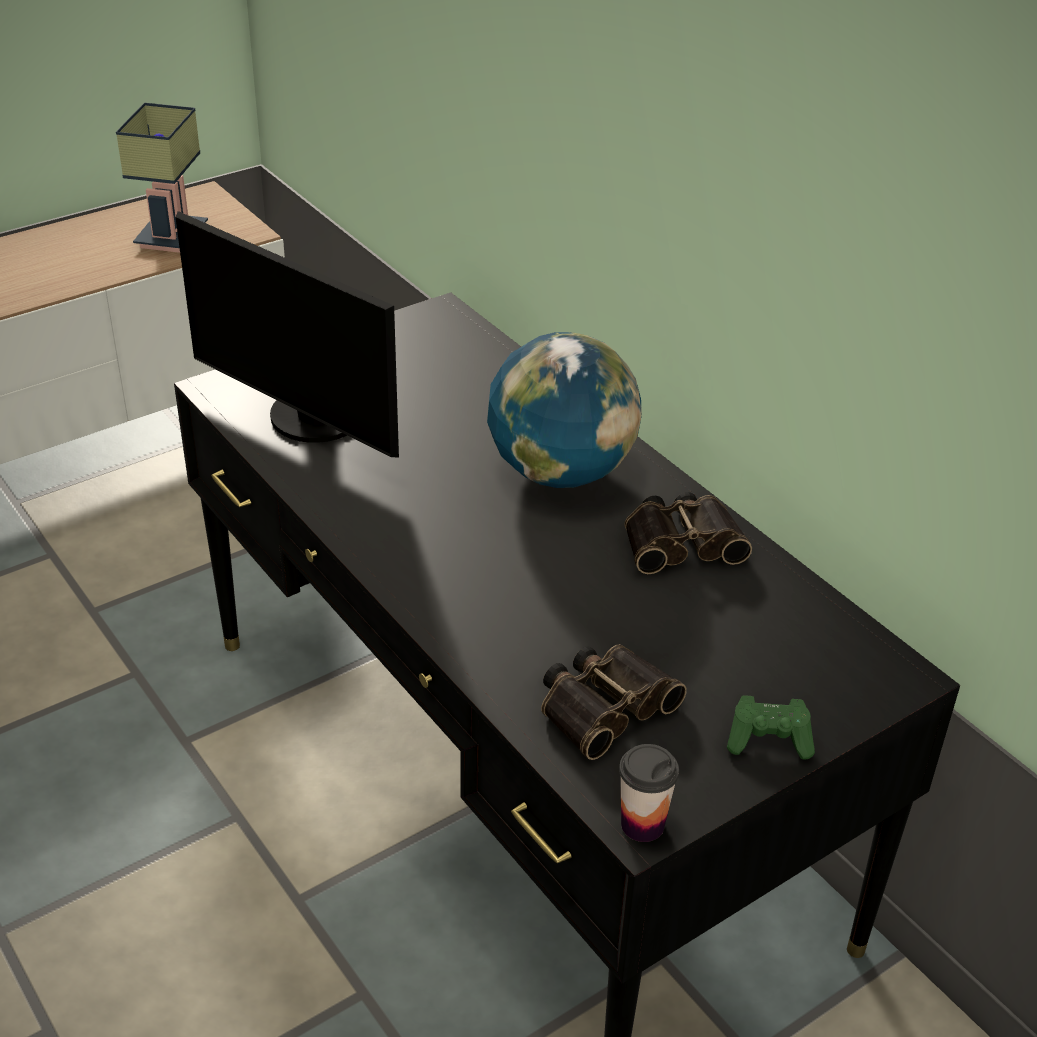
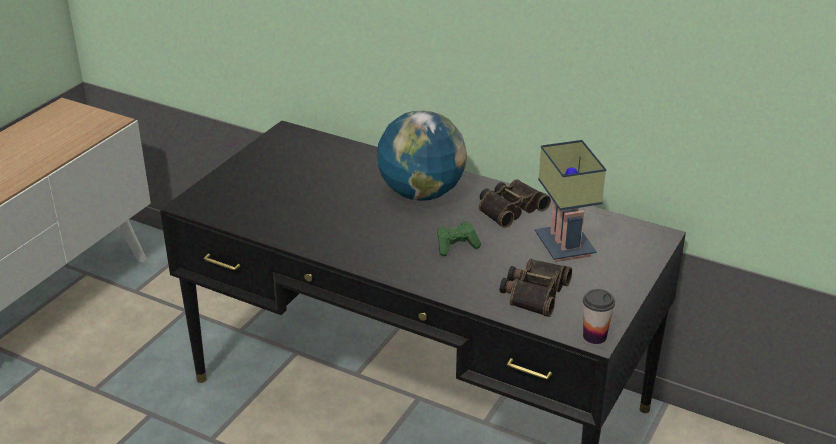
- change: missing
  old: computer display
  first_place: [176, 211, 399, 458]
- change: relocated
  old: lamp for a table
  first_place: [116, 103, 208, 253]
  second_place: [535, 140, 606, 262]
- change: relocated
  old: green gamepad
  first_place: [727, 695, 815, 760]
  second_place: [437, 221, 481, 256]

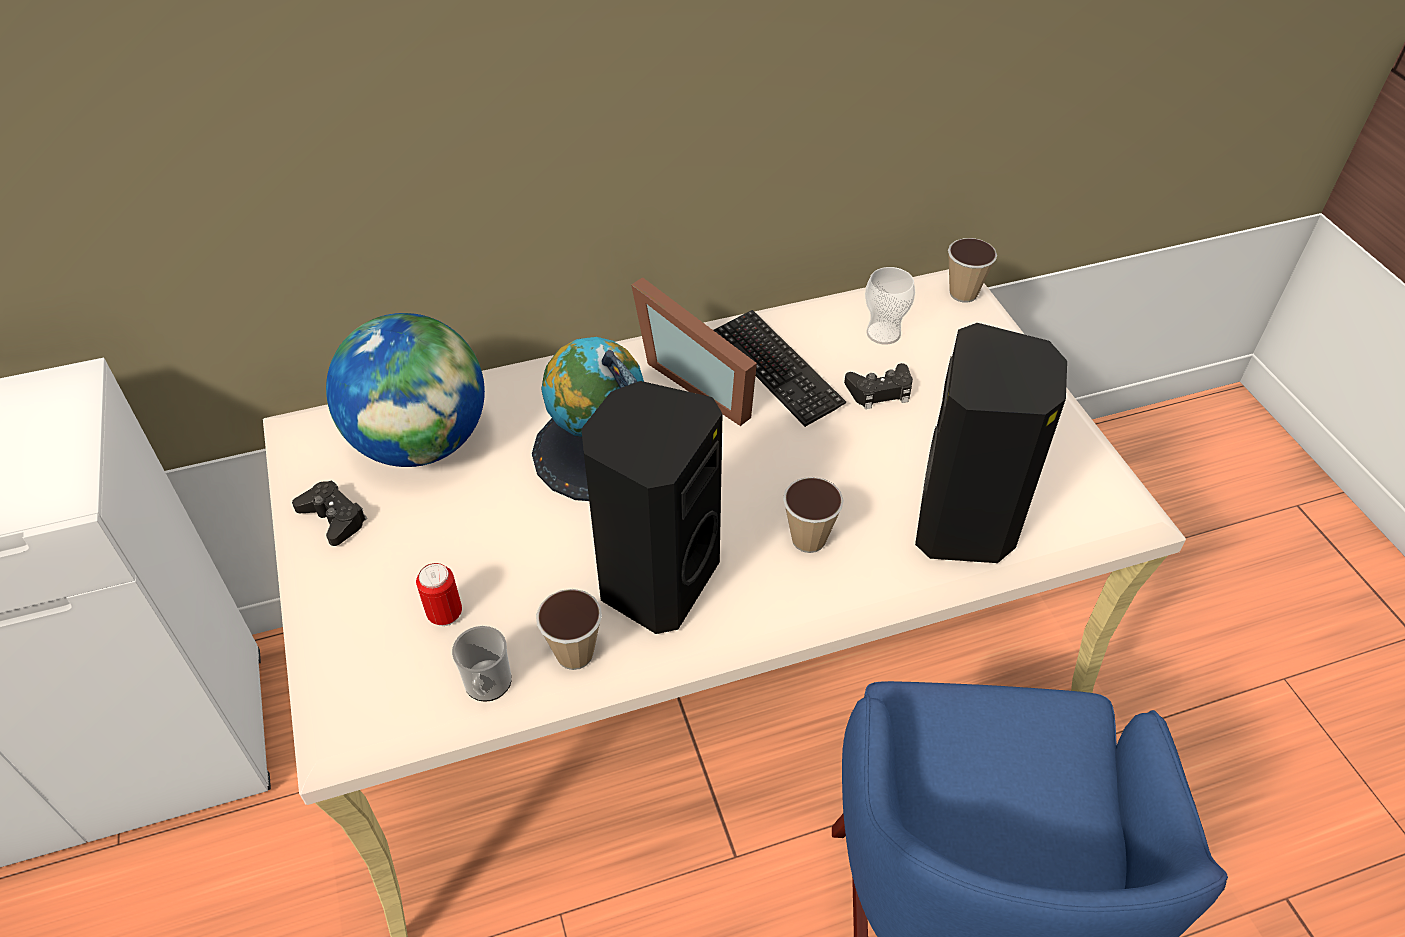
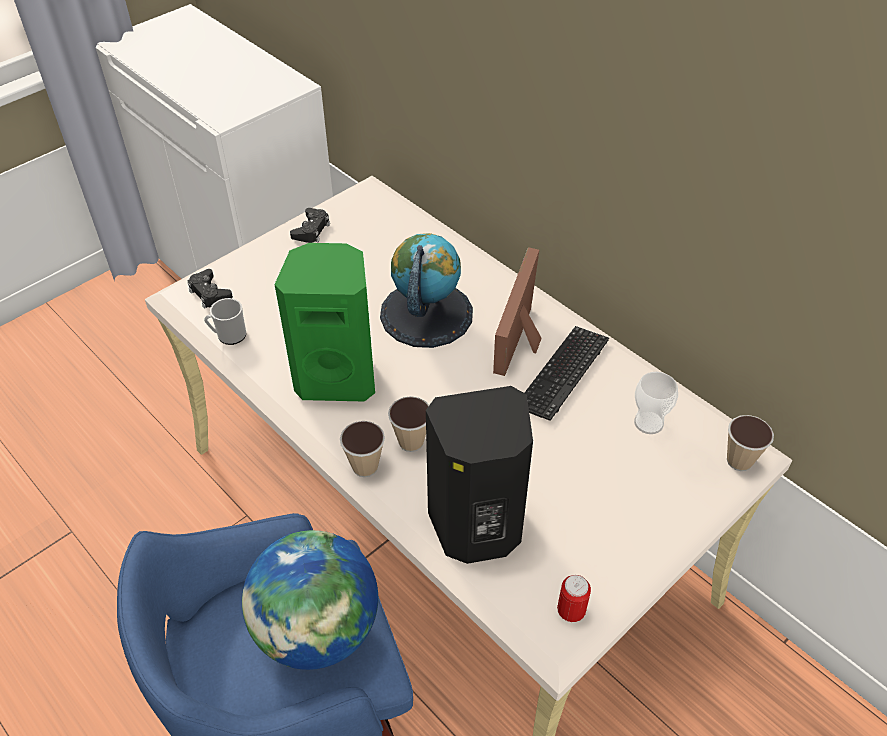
- change: relocated
  old: desk globe
  first_place: [326, 313, 485, 467]
  second_place: [242, 530, 378, 670]
- change: relocated
  old: sealed can
  first_place: [416, 563, 462, 626]
  second_place: [557, 575, 591, 622]
- change: relocated
  old: drinking cup
  first_place: [536, 589, 602, 670]
  second_place: [340, 421, 385, 477]
- change: relocated
  old: blackish gamepad
  first_place: [844, 363, 913, 409]
  second_place: [188, 269, 233, 309]
- change: colour
  old: blackish speaker
  new: green speaker
  first_place: [581, 381, 722, 634]
  second_place: [275, 243, 375, 402]

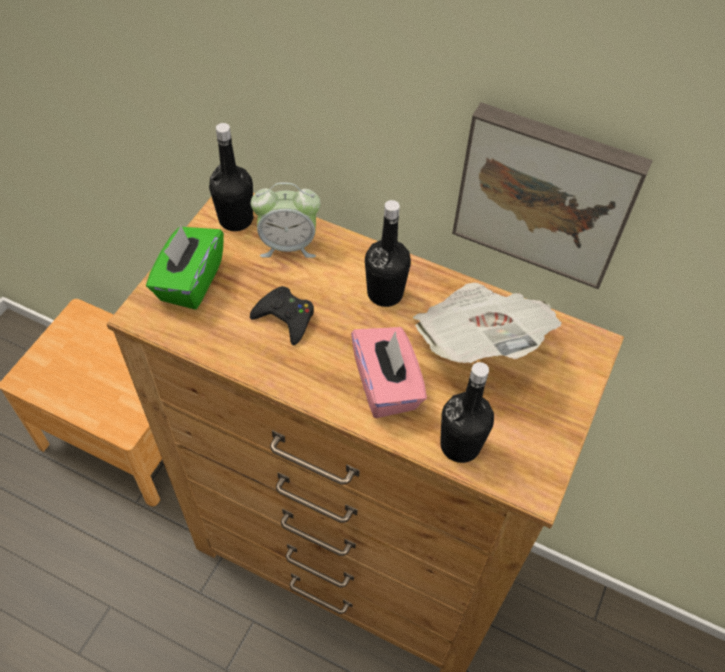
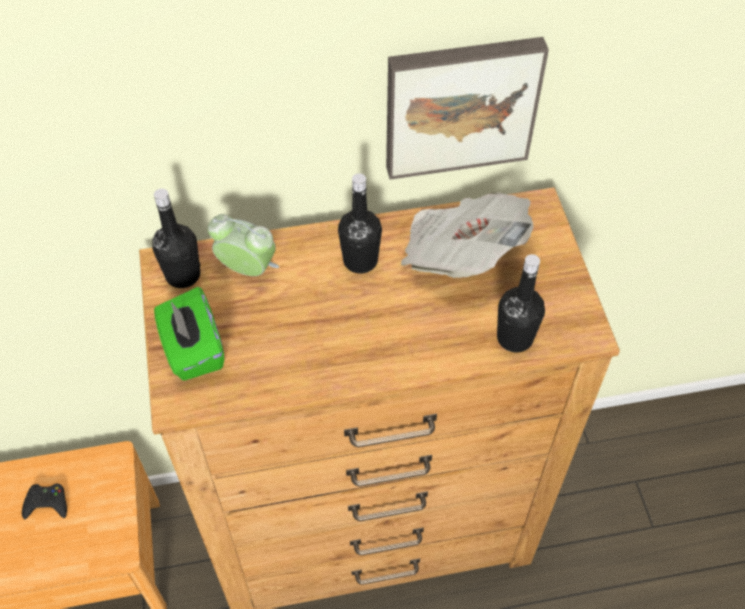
- change: missing
  old: pink tissue holder
  first_place: [351, 327, 427, 418]
- change: relocated
  old: blackish gamepad
  first_place: [250, 286, 314, 345]
  second_place: [22, 484, 67, 519]
- change: spun
  old: table clock
  first_place: [251, 182, 321, 258]
  second_place: [208, 214, 279, 276]
  degrees: -120

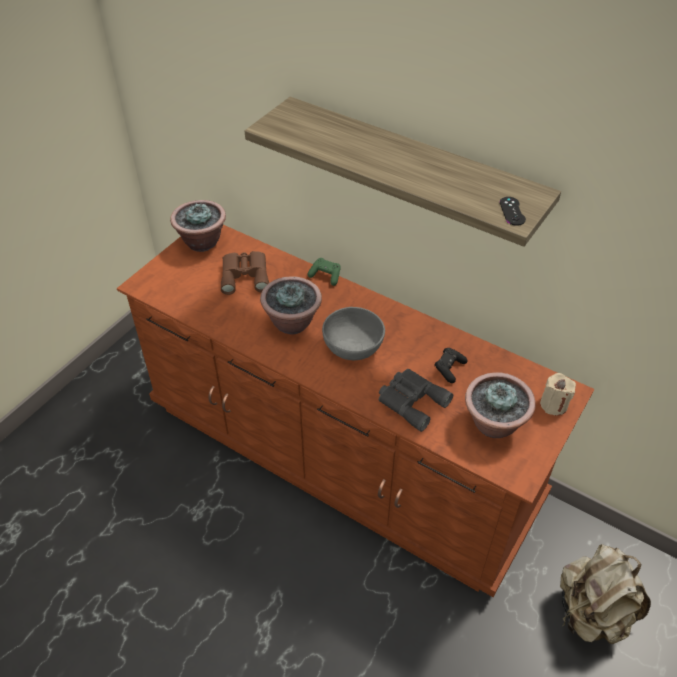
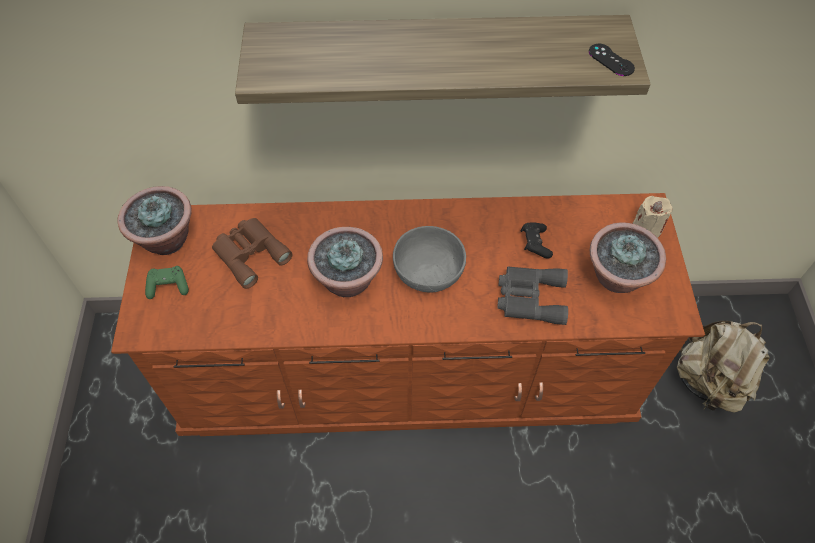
- change: relocated
  old: green gamepad
  first_place: [308, 258, 341, 286]
  second_place: [145, 266, 189, 299]

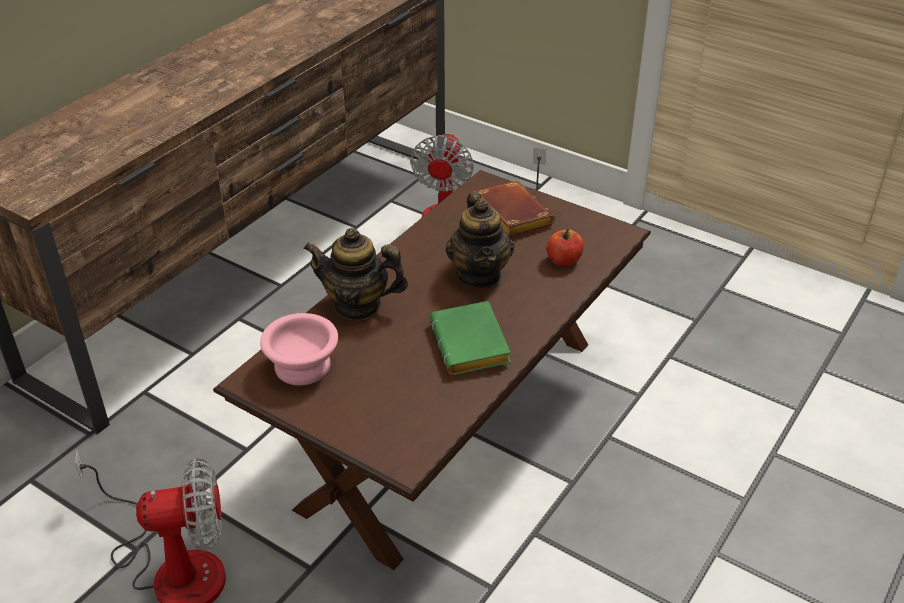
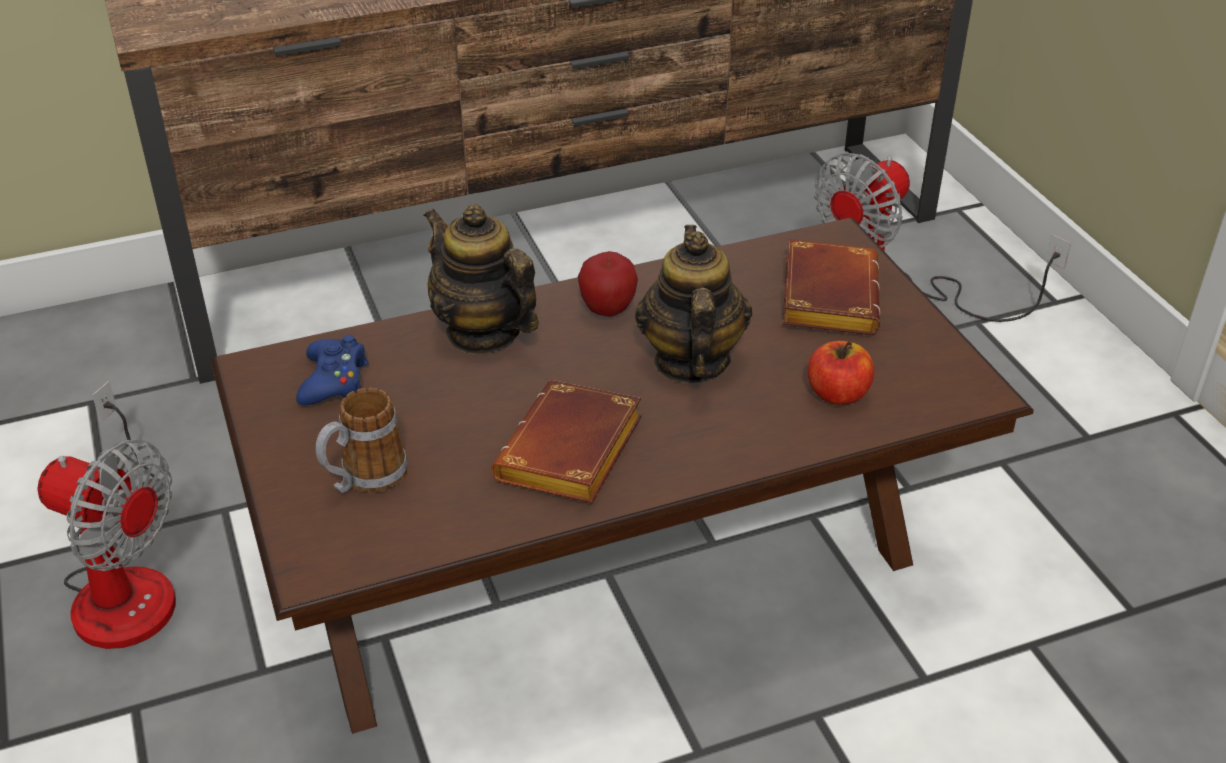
- change: appeared
  new: tea mug
  second_place: [316, 388, 408, 493]
- change: appeared
  new: whole apple
  second_place: [578, 251, 638, 317]
- change: exchanged
  old: pink serving bowl
  new: bluish gamepad
  first_place: [260, 313, 338, 385]
  second_place: [296, 335, 369, 405]
- change: colour
  old: green volume
  new: brown-coloured volume
  first_place: [430, 301, 511, 375]
  second_place: [491, 380, 642, 503]
- change: spun
  old: tea pot
  first_place: [445, 192, 514, 288]
  second_place: [635, 225, 752, 383]
  degrees: 150

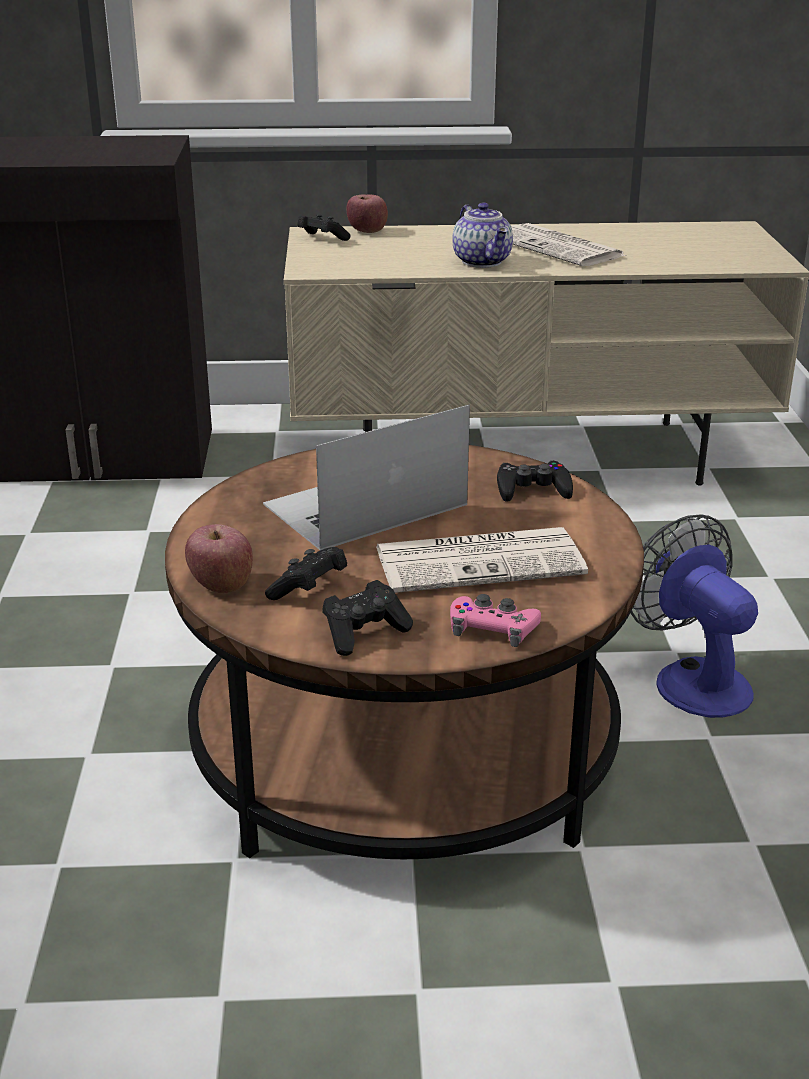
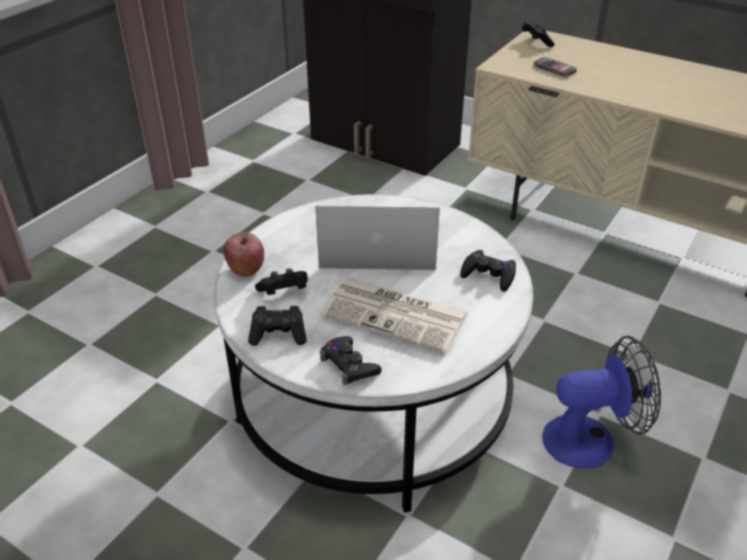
- change: missing
  old: whole apple
  first_place: [347, 194, 388, 233]
- change: missing
  old: tea pot
  first_place: [452, 202, 513, 268]
- change: missing
  old: printed paper
  first_place: [511, 223, 626, 266]
- change: appeared
  new: handset
  second_place: [533, 57, 577, 77]
- change: colour
  old: brown-coloured lounge table
  new: whitish lounge table
  first_place: [165, 445, 644, 859]
  second_place: [214, 194, 533, 513]
- change: colour
  old: pink gamepad
  new: blackish gamepad
  first_place: [450, 594, 541, 647]
  second_place: [319, 336, 381, 385]
- change: spun
  old: electric fan
  first_place: [631, 514, 758, 718]
  second_place: [542, 336, 661, 468]
  degrees: 75

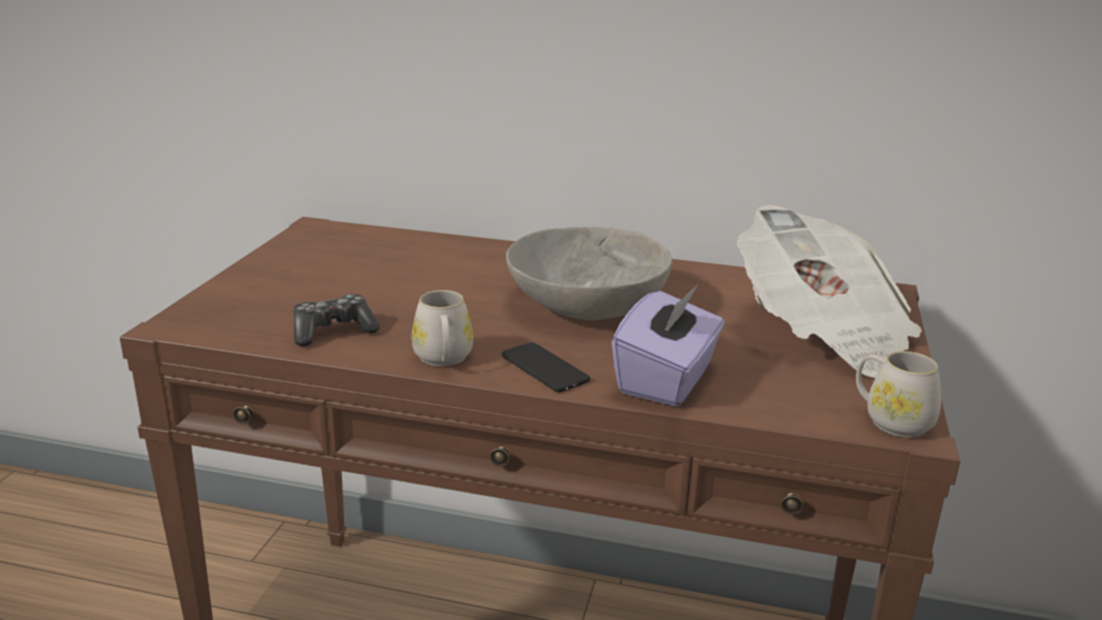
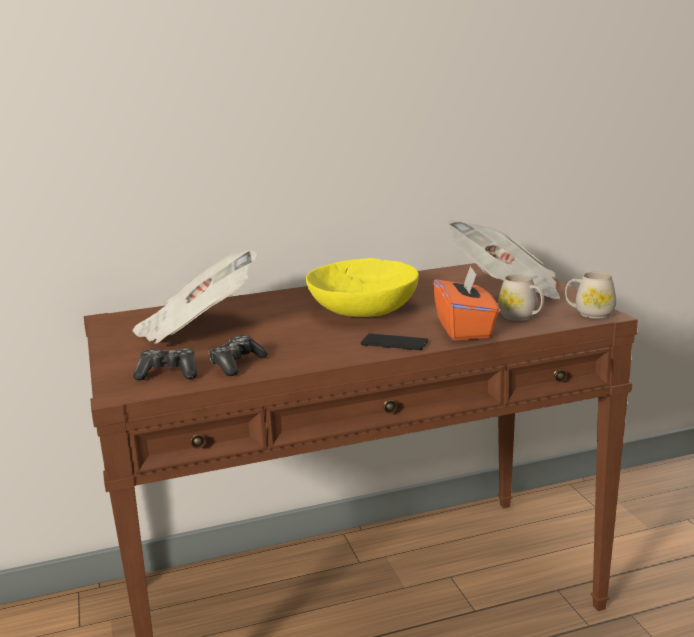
- change: appeared
  new: printed paper
  second_place: [133, 250, 258, 344]
- change: appeared
  new: gamepad
  second_place: [133, 348, 197, 380]
- change: relocated
  old: whitish tea mug
  first_place: [412, 290, 473, 367]
  second_place: [498, 274, 544, 321]
- change: colour
  old: gray serving bowl
  new: yellow serving bowl
  first_place: [506, 227, 673, 320]
  second_place: [306, 258, 419, 317]
- change: colour
  old: purple-coloured tissue holder
  new: orange-coloured tissue holder
  first_place: [612, 285, 725, 407]
  second_place: [433, 265, 499, 341]

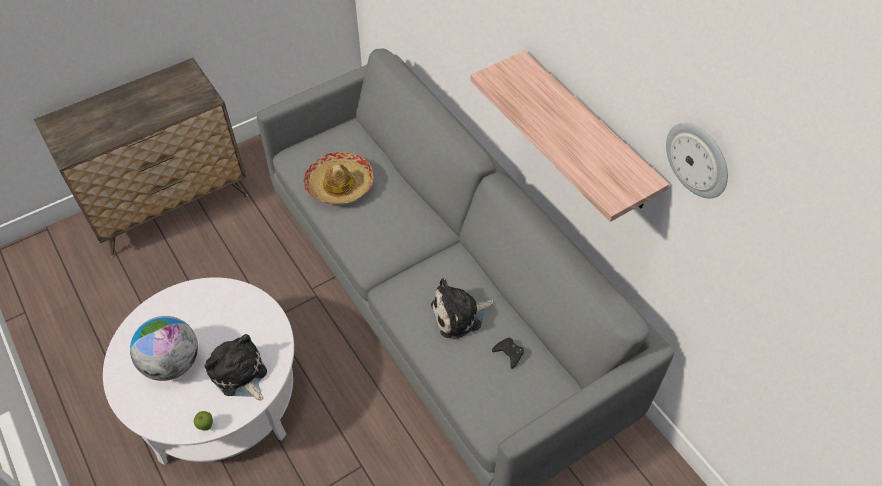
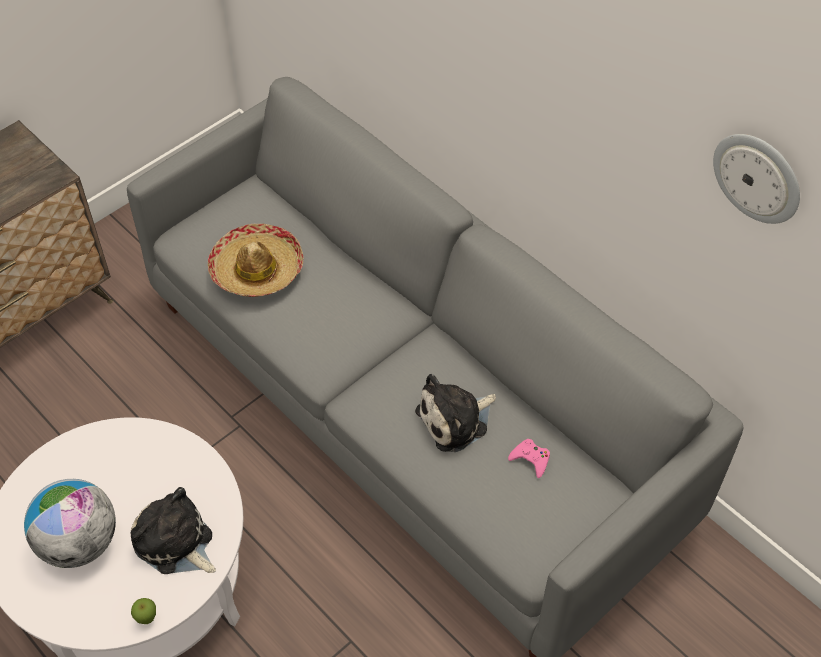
- change: missing
  old: wall shelf
  first_place: [470, 51, 669, 222]
- change: colour
  old: blackish gamepad
  new: pink gamepad
  first_place: [492, 338, 524, 369]
  second_place: [508, 439, 550, 478]

